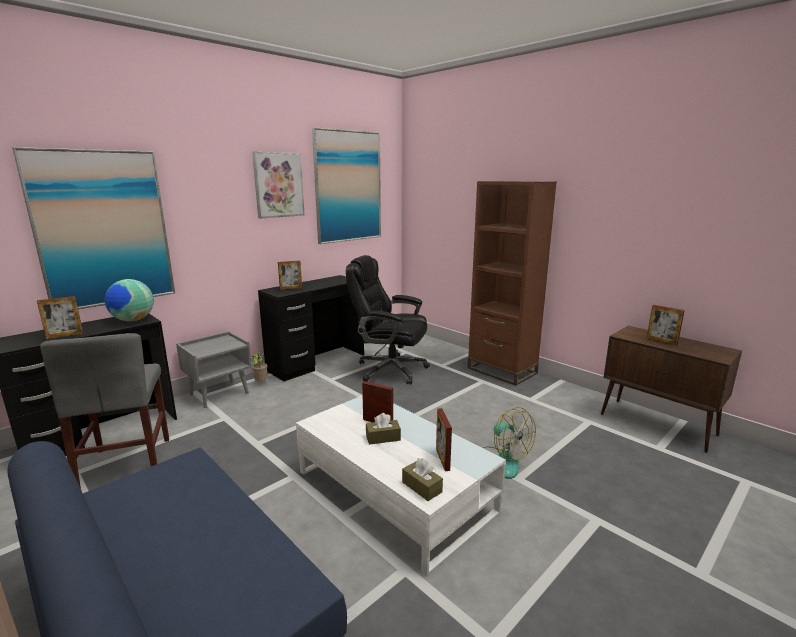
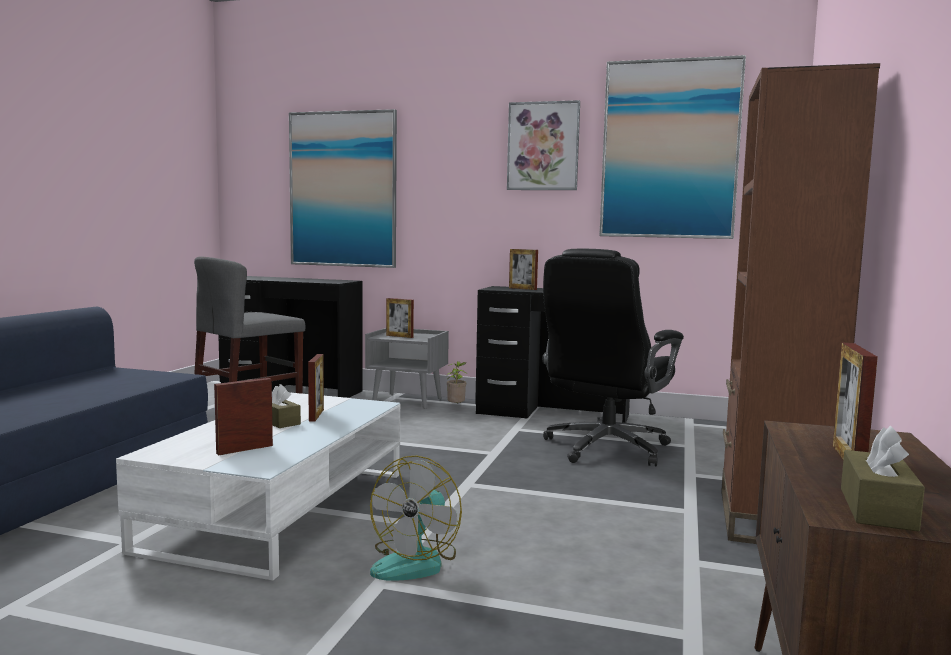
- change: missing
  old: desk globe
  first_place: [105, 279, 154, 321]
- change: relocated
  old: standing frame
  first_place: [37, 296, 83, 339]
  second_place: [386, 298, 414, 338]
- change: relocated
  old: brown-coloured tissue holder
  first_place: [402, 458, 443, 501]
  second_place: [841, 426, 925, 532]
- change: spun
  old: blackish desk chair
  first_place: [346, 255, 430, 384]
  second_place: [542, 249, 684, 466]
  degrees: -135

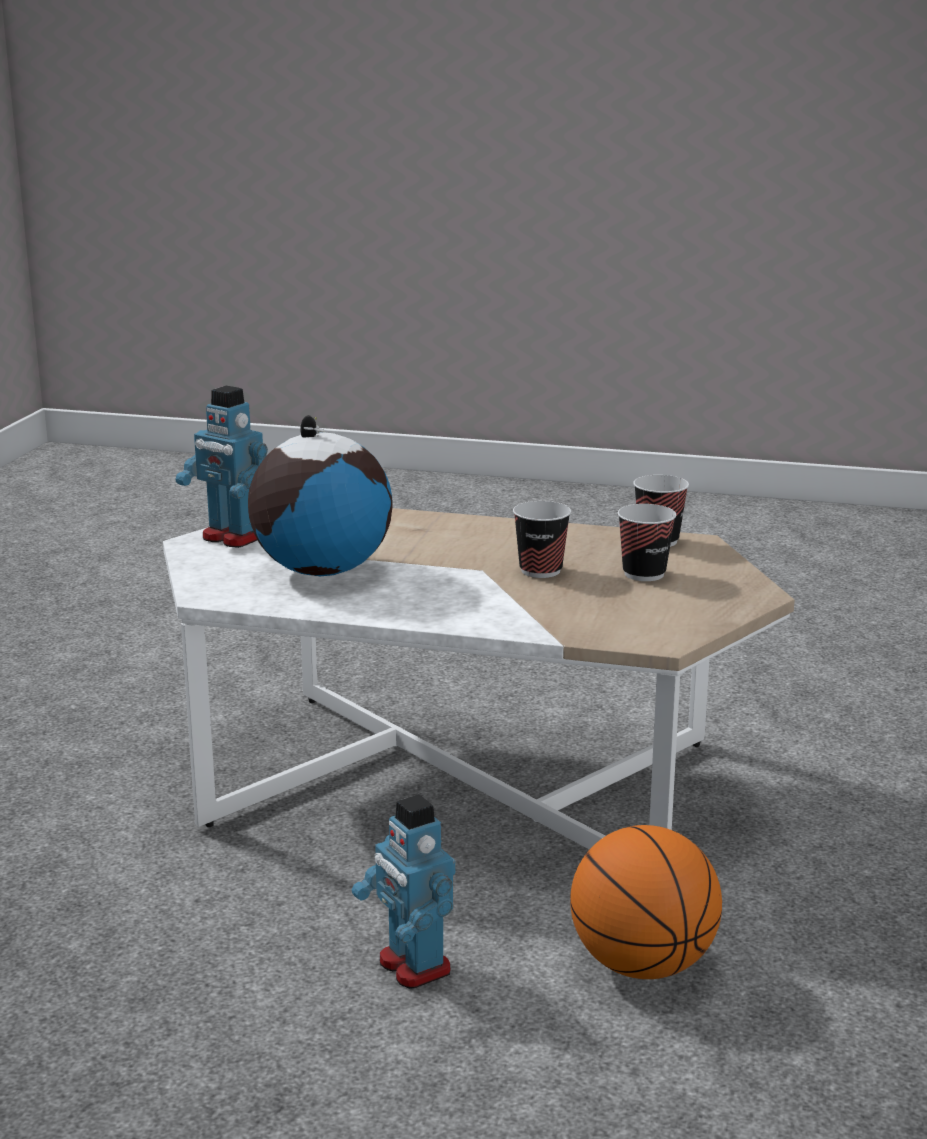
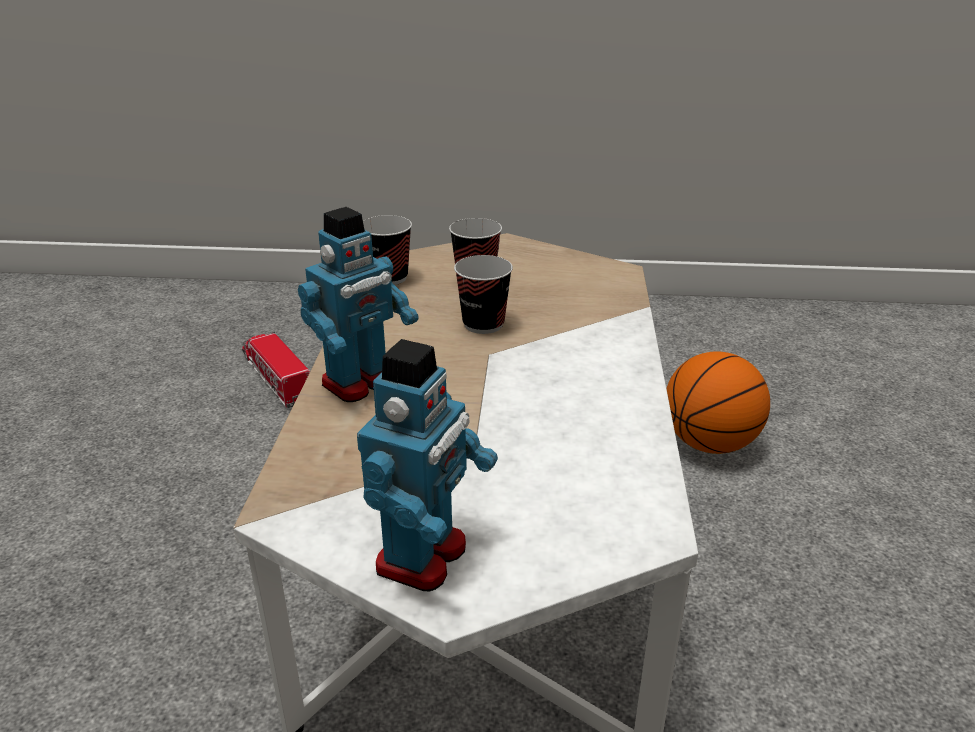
- change: missing
  old: desk globe
  first_place: [248, 415, 393, 576]
- change: appeared
  new: toy truck
  second_place: [242, 331, 310, 408]
- change: relocated
  old: model robot
  first_place: [352, 794, 455, 989]
  second_place: [298, 207, 419, 402]

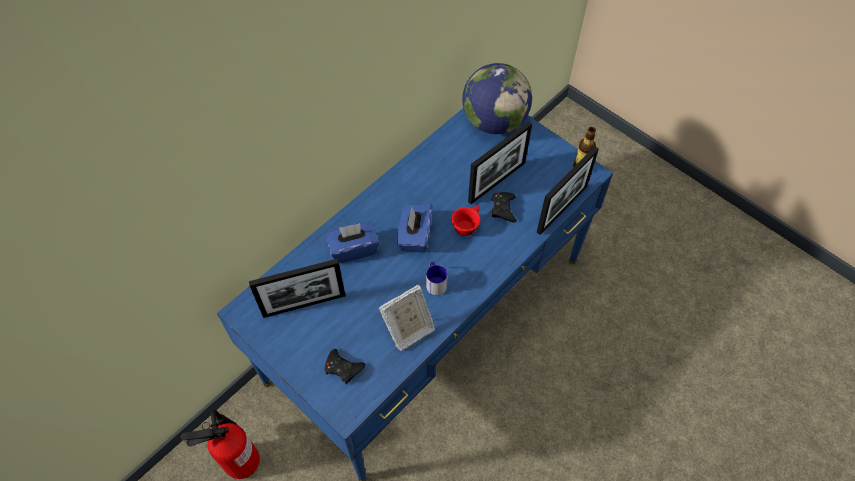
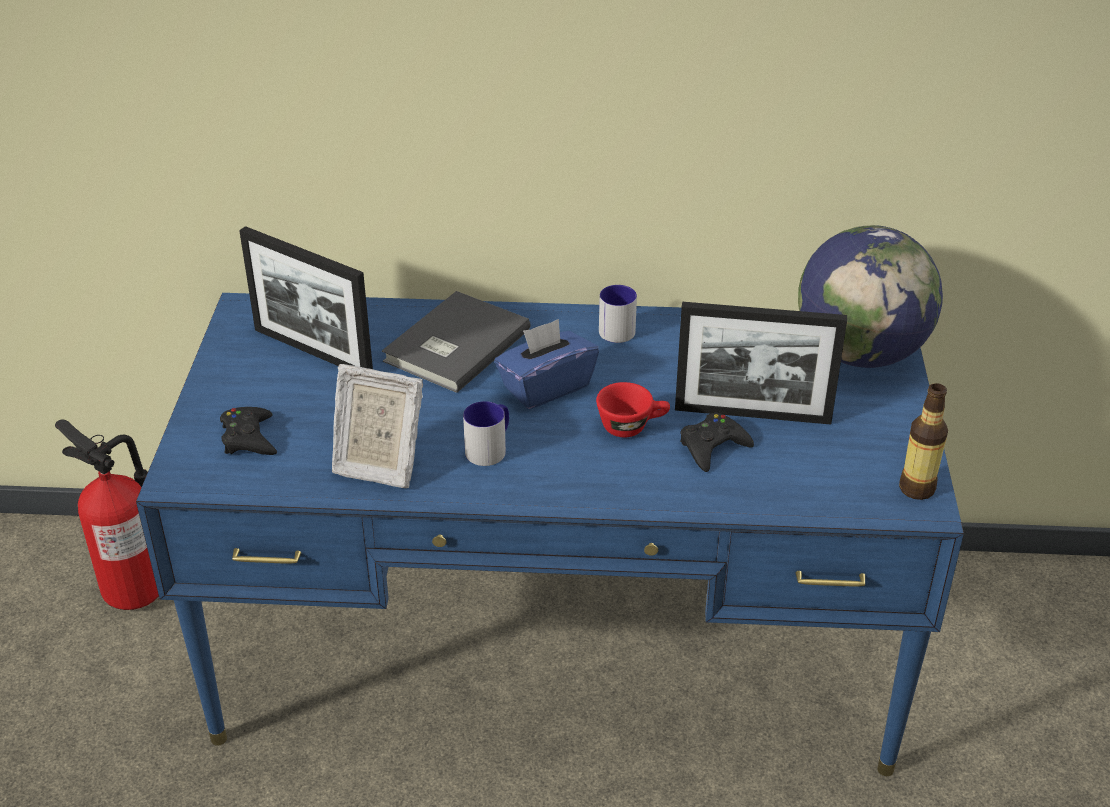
- change: missing
  old: standing frame
  first_place: [537, 146, 599, 235]
- change: appeared
  new: tea mug
  second_place: [599, 285, 637, 343]
- change: exchanged
  old: bluish tissue holder
  new: gray volume
  first_place: [326, 222, 379, 263]
  second_place: [382, 291, 531, 393]

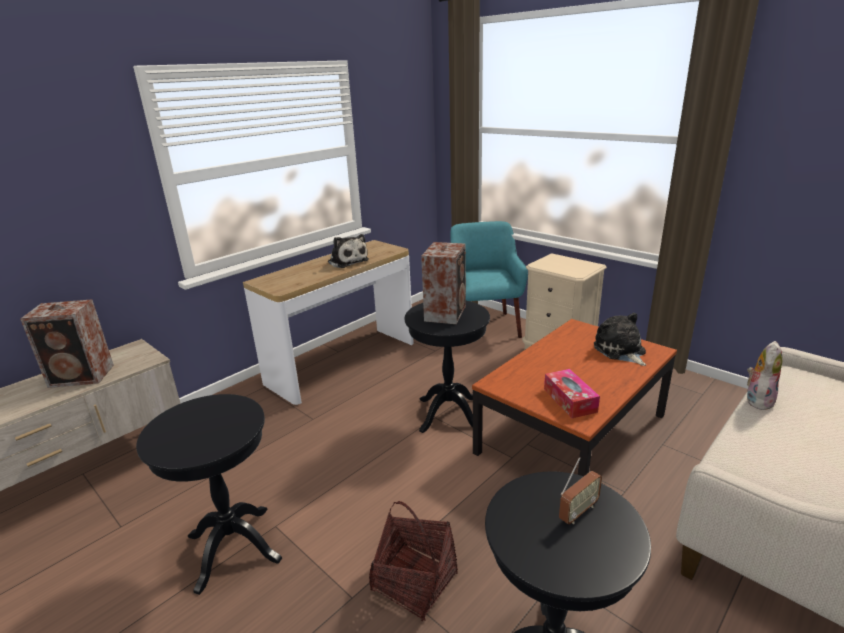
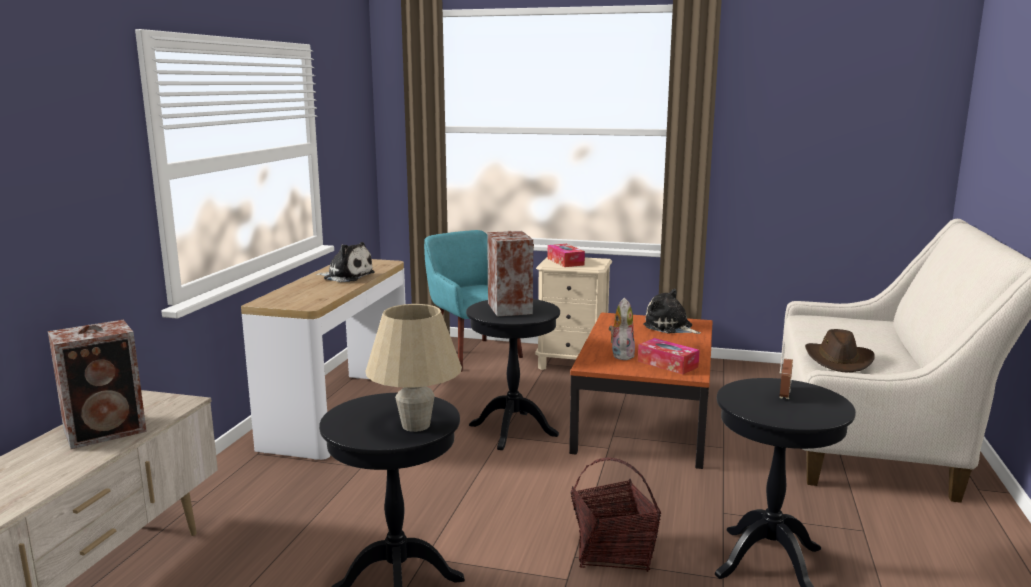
- change: appeared
  new: beige lamp for a table
  second_place: [365, 304, 462, 432]
- change: appeared
  new: tissue holder
  second_place: [547, 244, 585, 267]
- change: appeared
  new: brown-coloured clothing hat
  second_place: [805, 329, 875, 372]
- change: relocated
  old: plush toy
  first_place: [747, 341, 782, 410]
  second_place: [609, 298, 635, 360]

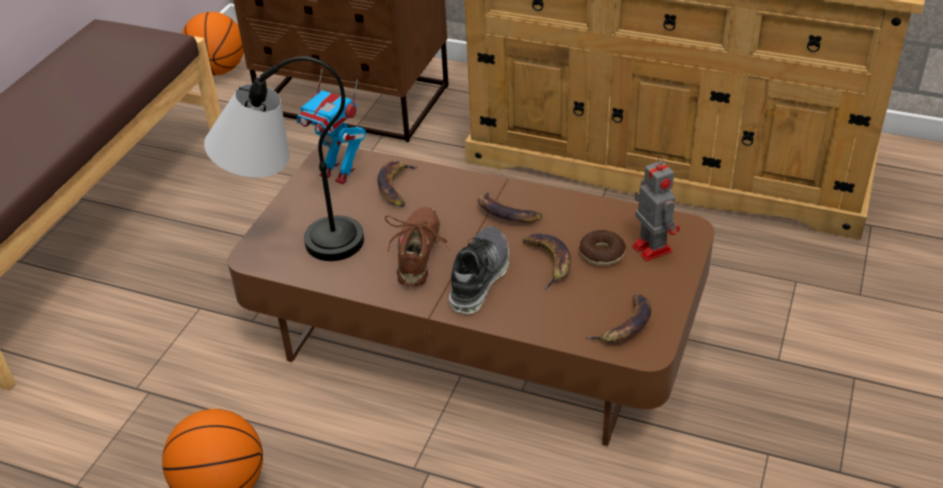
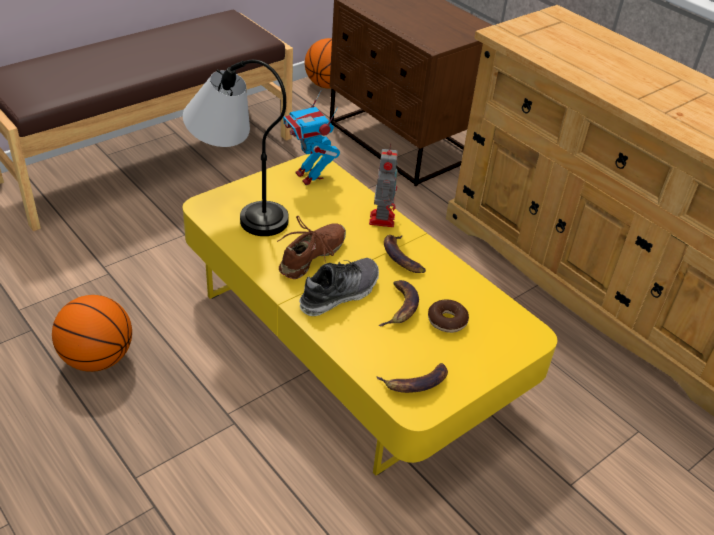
- change: missing
  old: banana fruit
  first_place: [377, 160, 418, 207]
- change: relocated
  old: model robot
  first_place: [632, 156, 680, 261]
  second_place: [369, 143, 398, 227]
- change: colour
  old: brown-coloured lounge table
  new: yellow lounge table
  first_place: [228, 145, 714, 446]
  second_place: [183, 154, 557, 475]

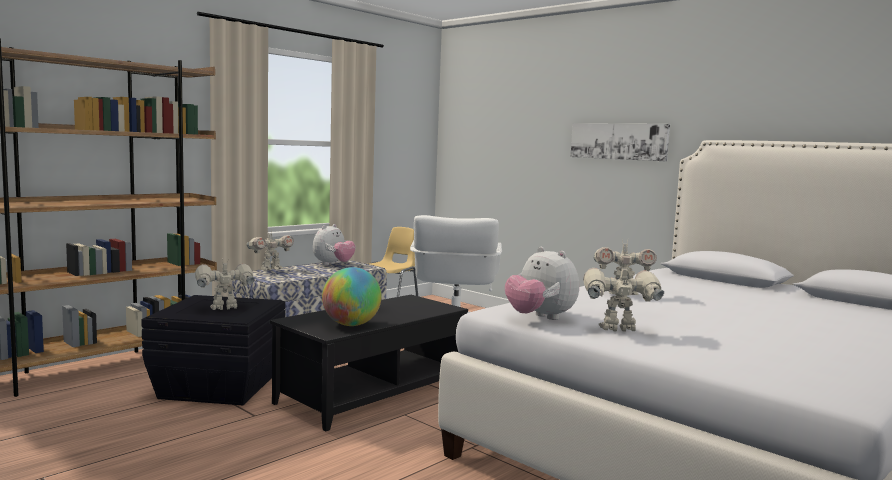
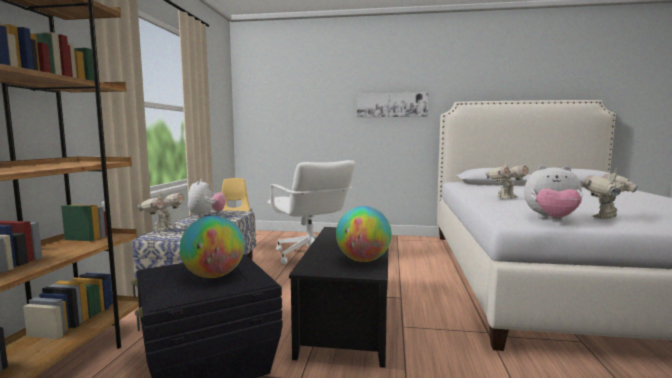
- change: exchanged
  old: model robot
  new: desk globe
  first_place: [195, 262, 255, 310]
  second_place: [180, 216, 245, 278]

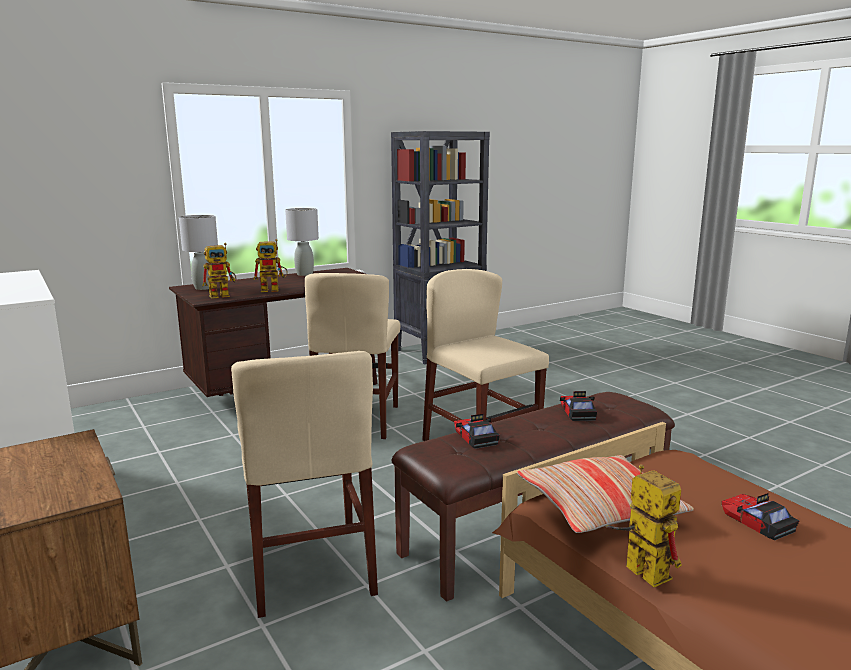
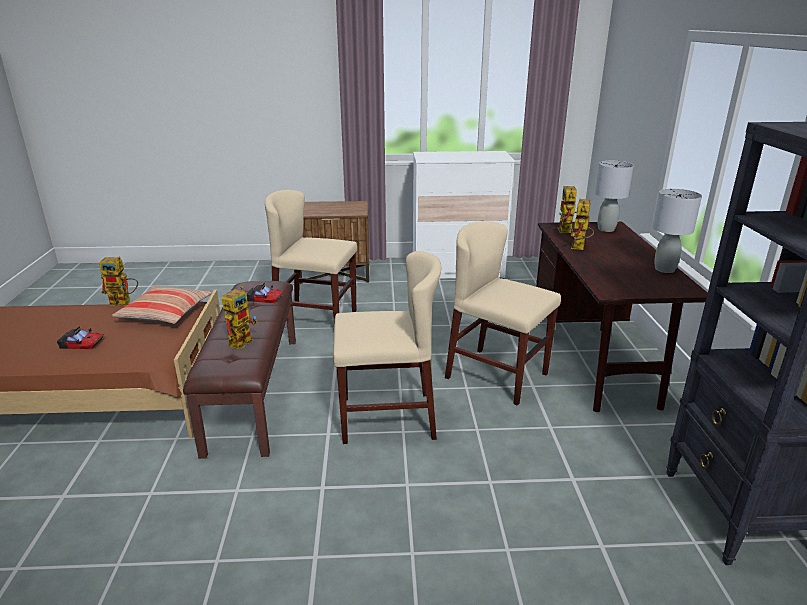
- change: exchanged
  old: miniature car
  new: model robot
  first_place: [560, 391, 597, 421]
  second_place: [222, 286, 257, 350]

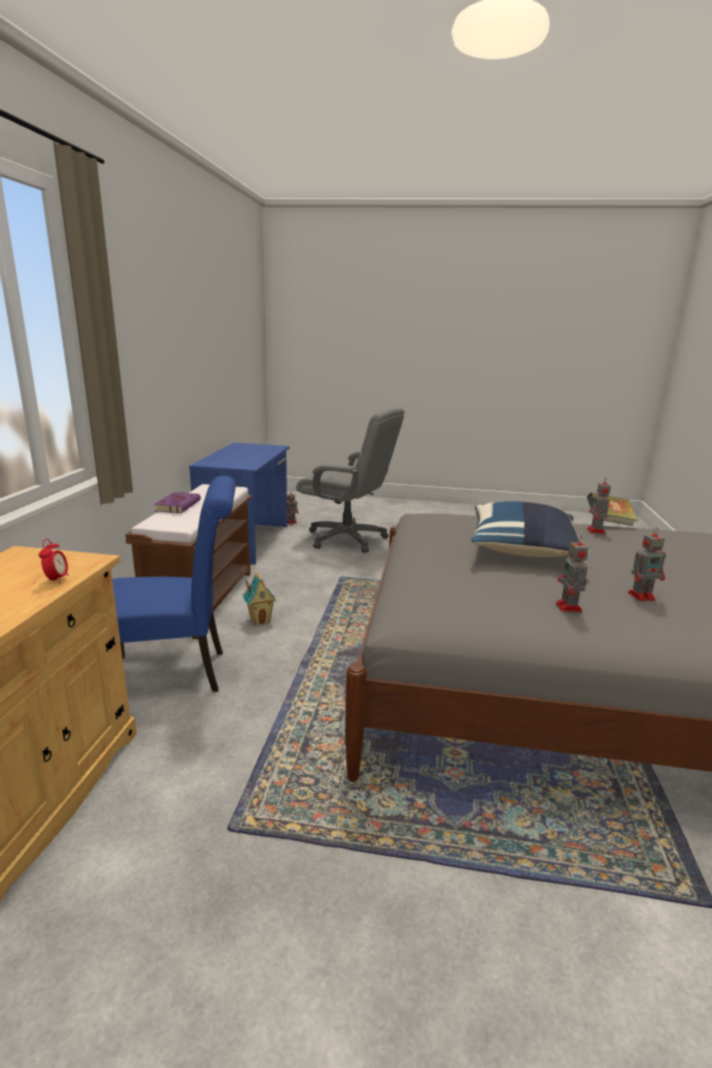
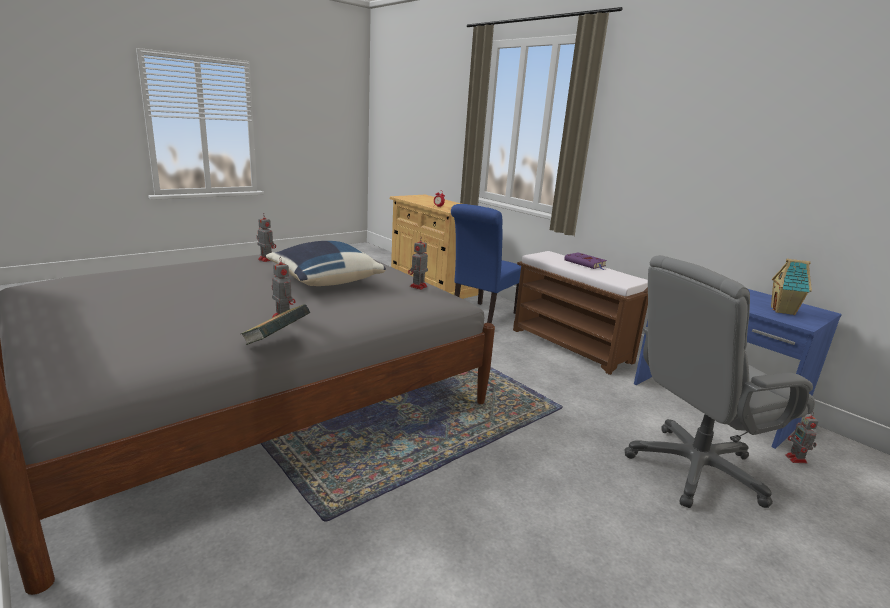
- change: relocated
  old: toy house
  first_place: [242, 572, 277, 625]
  second_place: [771, 259, 812, 315]
- change: relocated
  old: model robot
  first_place: [628, 527, 666, 601]
  second_place: [408, 237, 428, 290]

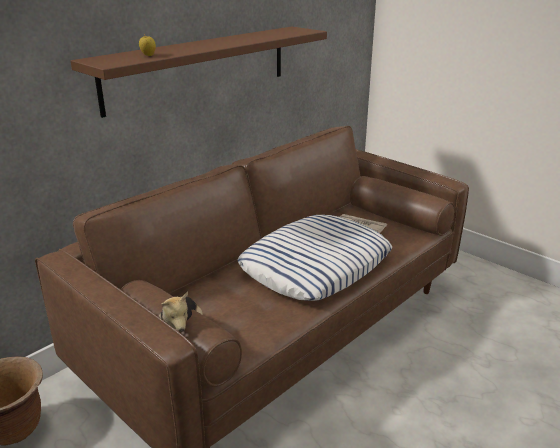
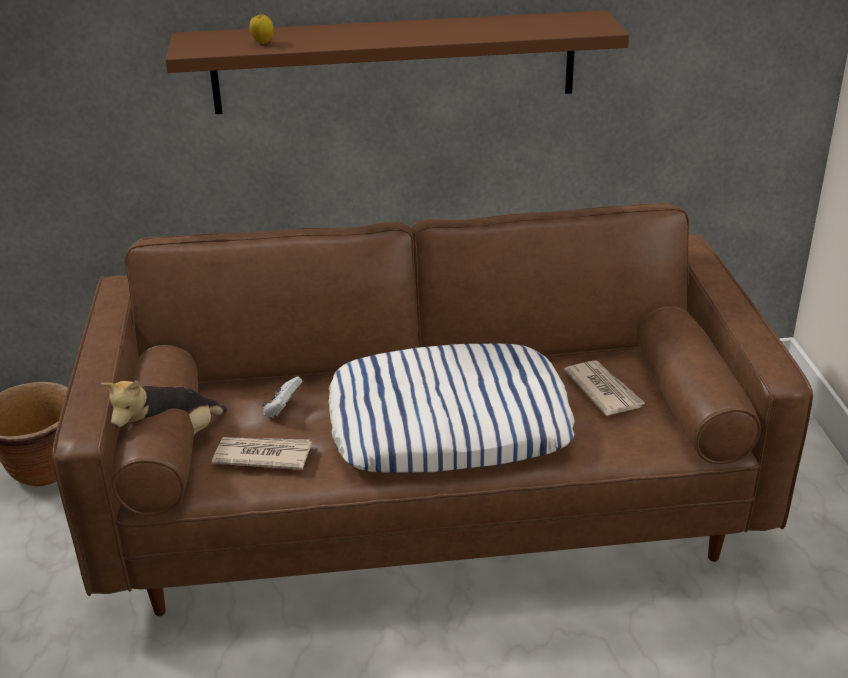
- change: appeared
  new: printed paper
  second_place: [212, 437, 312, 470]
- change: appeared
  new: whitish gamepad
  second_place: [262, 377, 302, 417]

